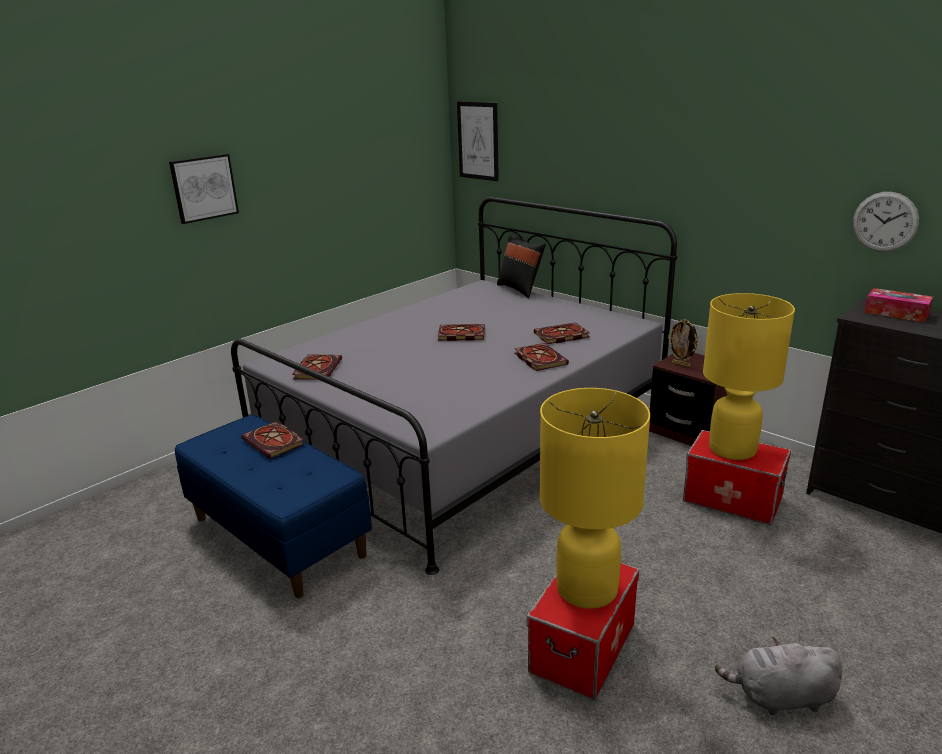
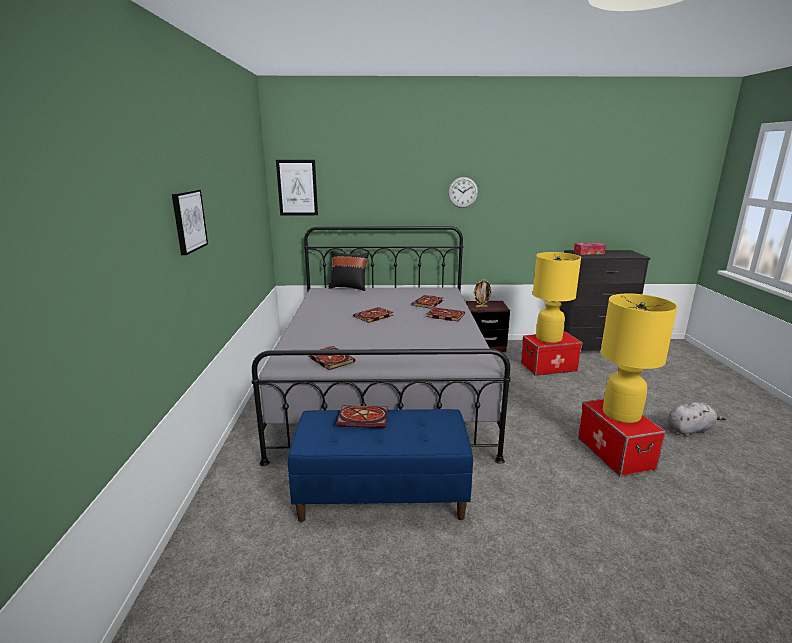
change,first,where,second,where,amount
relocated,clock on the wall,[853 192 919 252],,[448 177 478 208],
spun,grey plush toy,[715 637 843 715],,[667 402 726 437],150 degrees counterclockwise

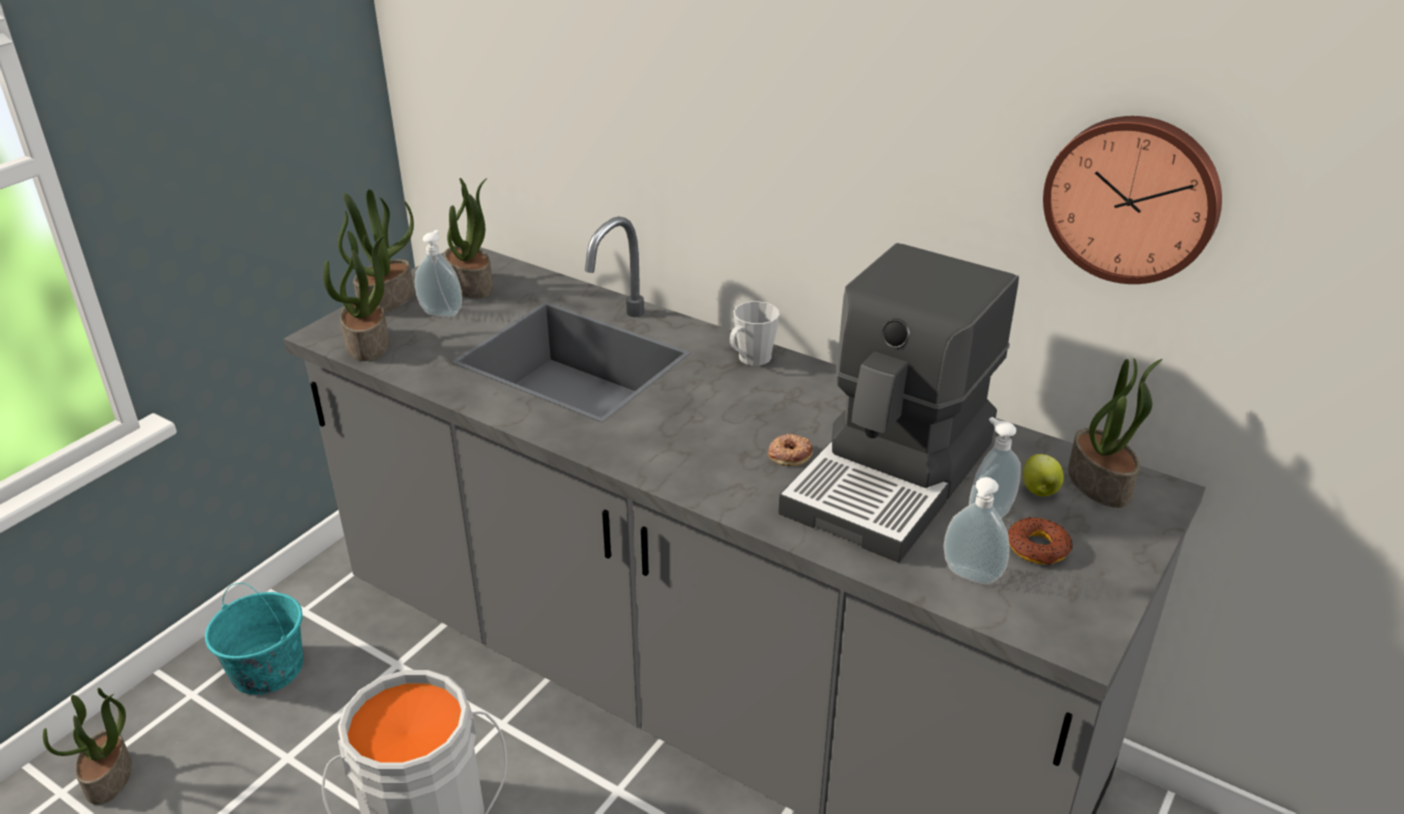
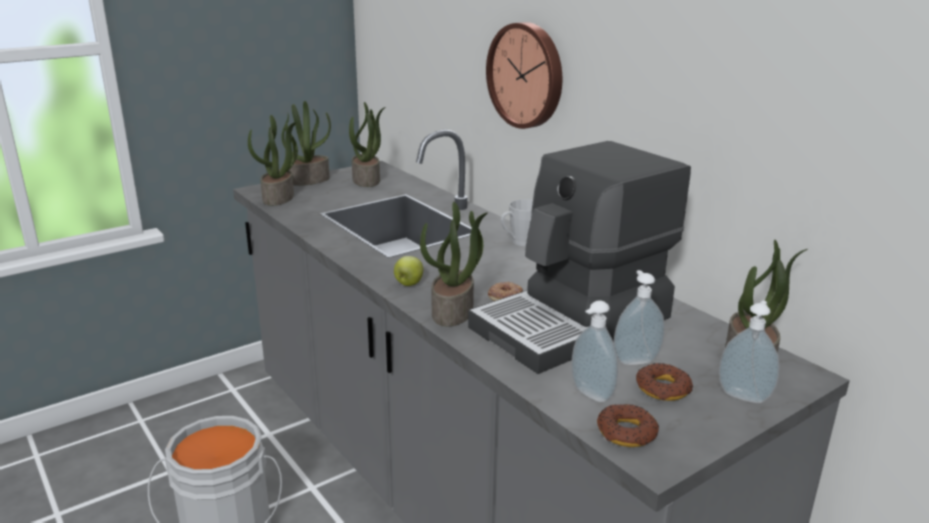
change,first,where,second,where,amount
relocated,whole apple,[1022 454 1064 496],,[394 256 424 286],
relocated,potted plant,[43 688 132 805],,[420 202 488 327],
relocated,clock on the wall,[1043 116 1222 284],,[486 22 562 129],
appeared,,,doughnut,[597 404 659 447],
relocated,soap dispenser,[415 230 462 317],,[719 300 780 403],
missing,blue-green water bucket,[205 583 303 695],,,

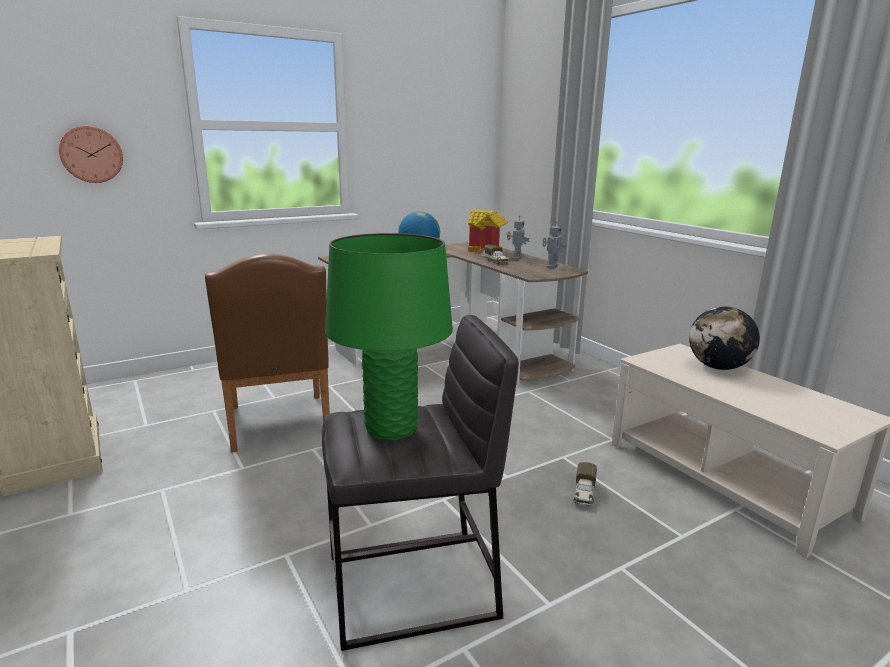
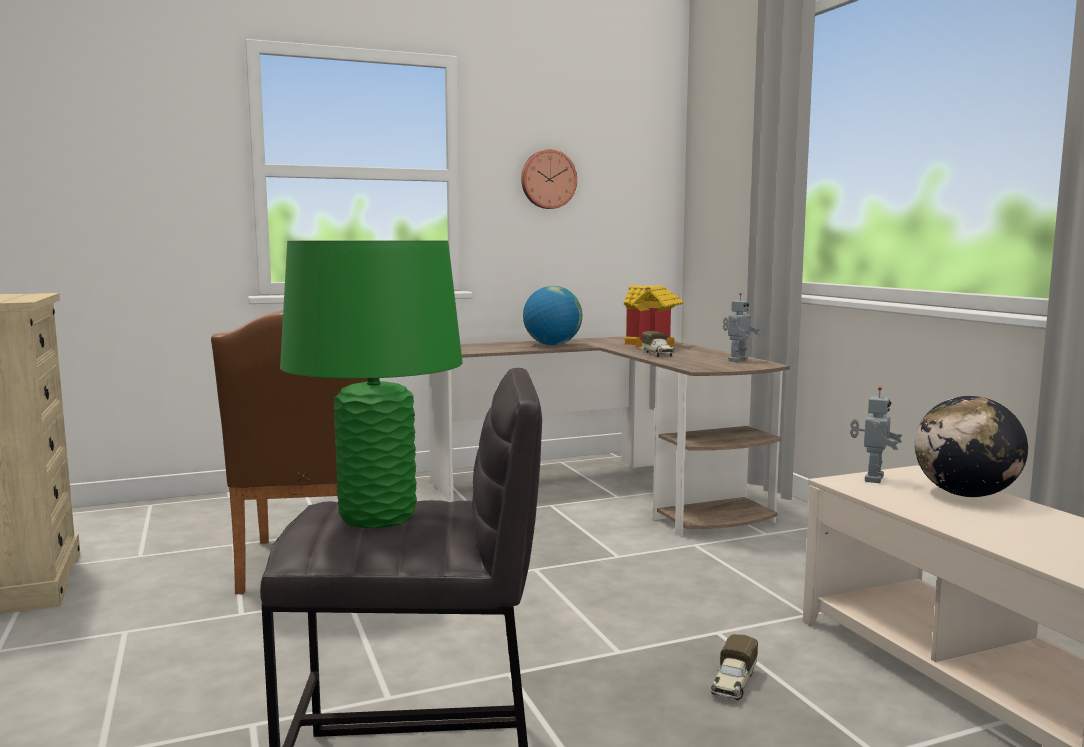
change,first,where,second,where,amount
relocated,clock on the wall,[59 126 123 183],,[521 149 577 209],
relocated,robot figure,[507 216 530 260],,[850 387 902 483],

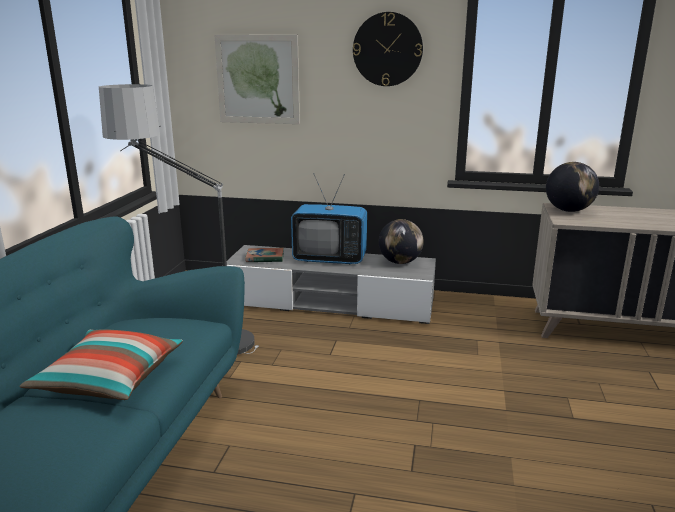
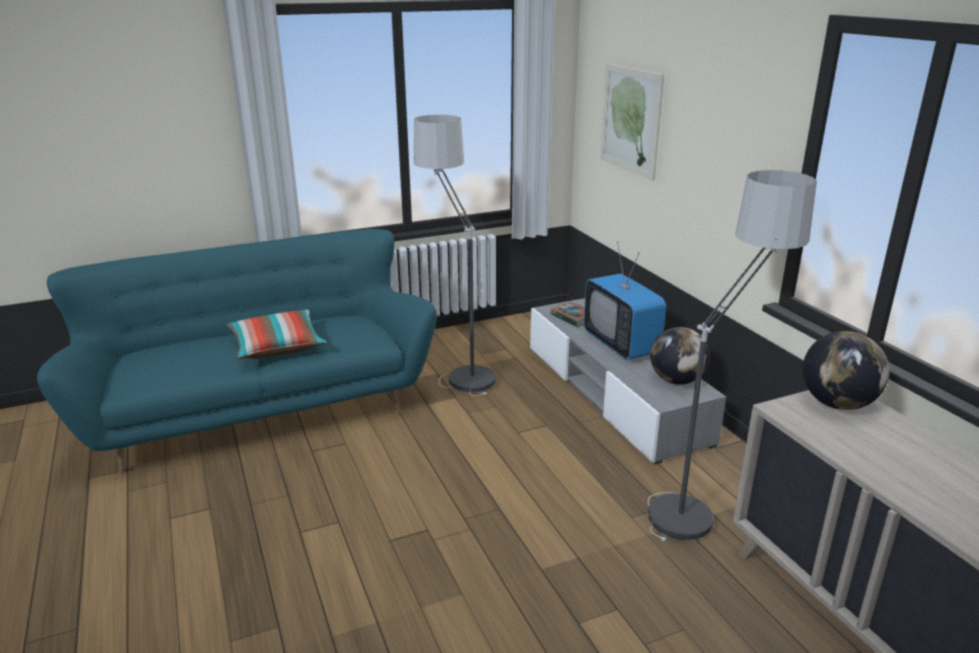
change,first,where,second,where,amount
appeared,,,floor lamp,[648 170 817 542],
missing,clock on the wall,[353 12 423 86],,,

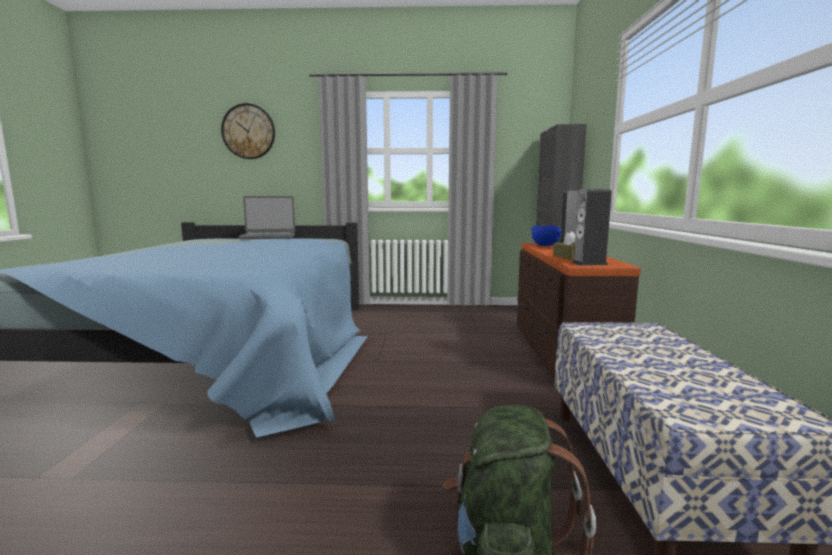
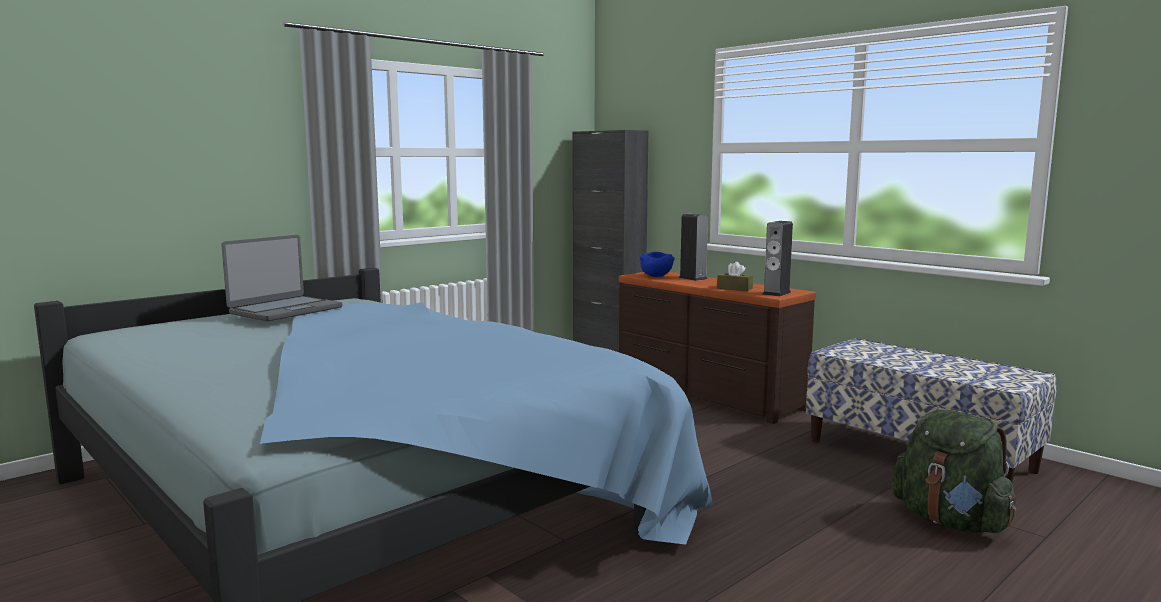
change,first,where,second,where,amount
missing,clock on the wall,[221 103 275 159],,,

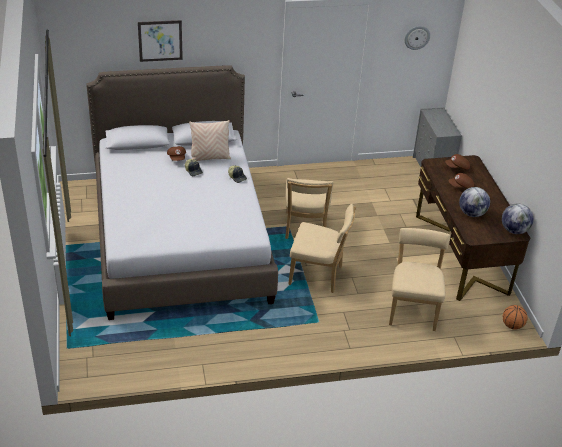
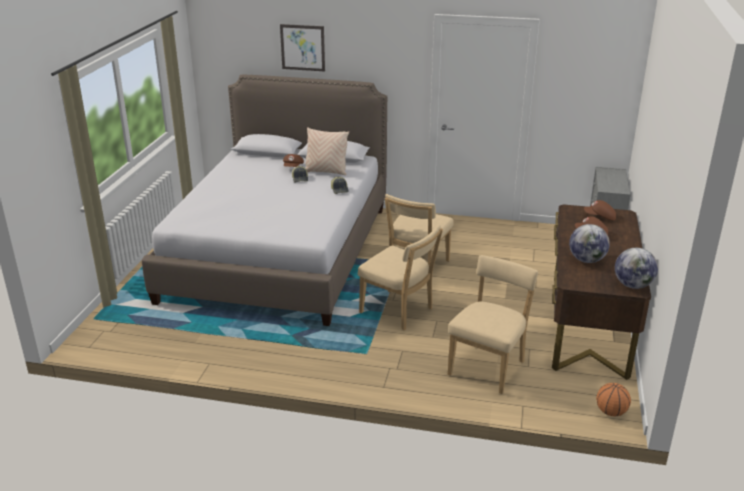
change,first,where,second,where,amount
missing,clock on the wall,[405 26 430 50],,,

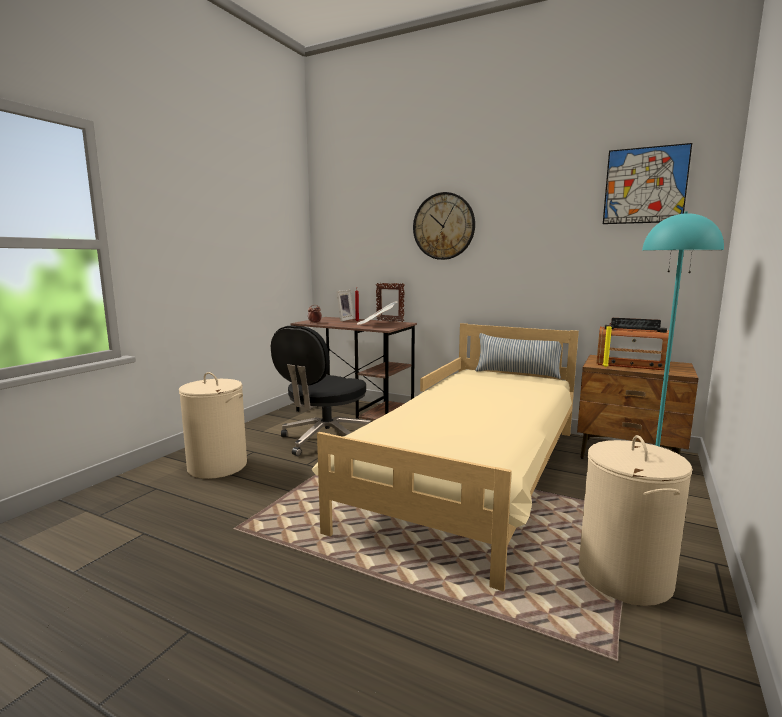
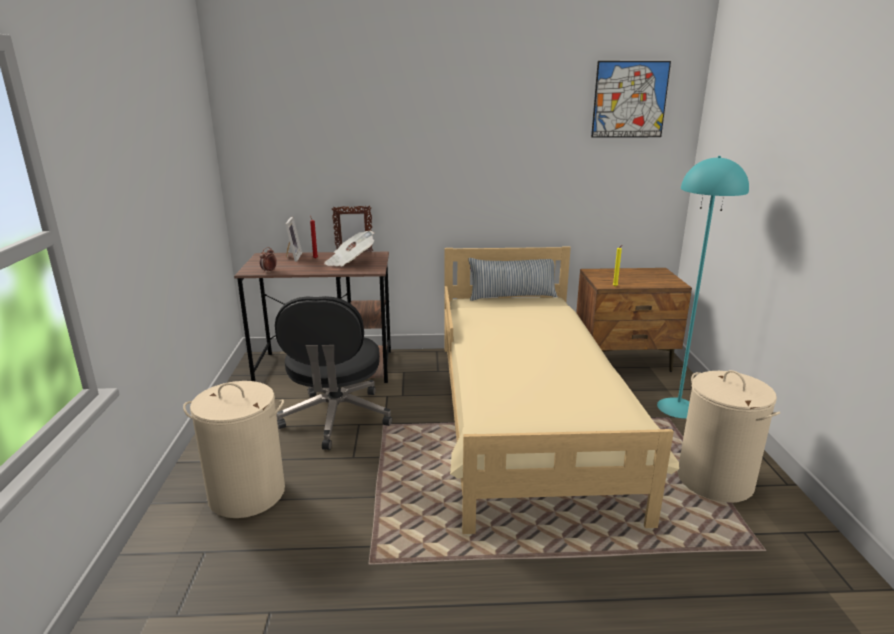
change,first,where,second,where,amount
missing,clock on the wall,[413 192 475 260],,,
missing,radio,[596 318 669 370],,,

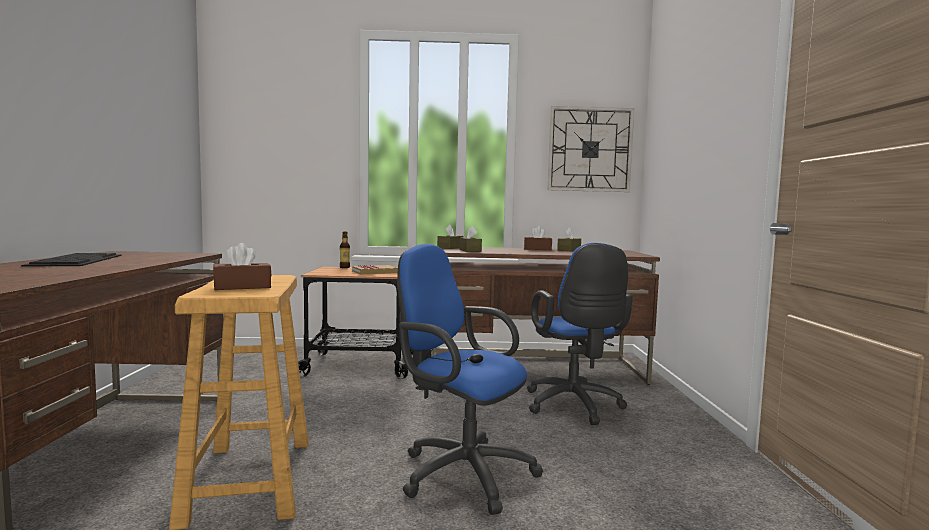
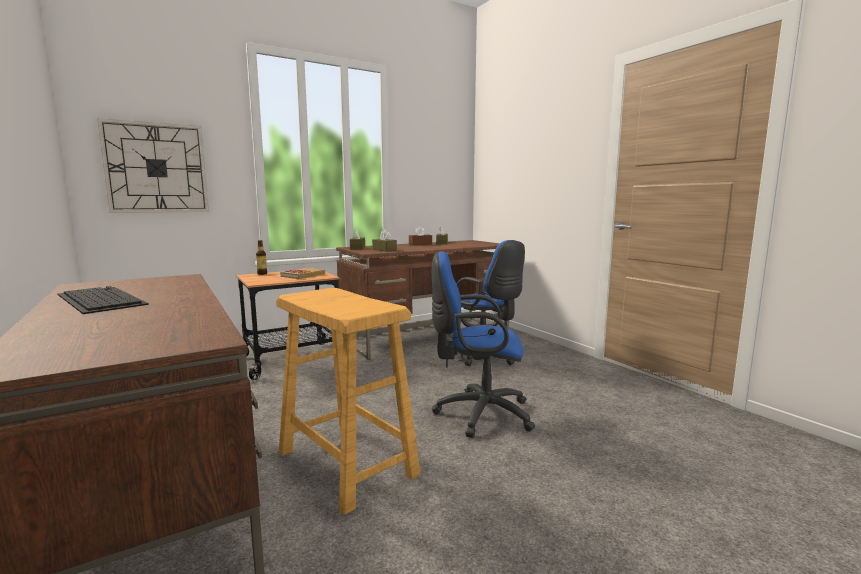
change,first,where,second,where,amount
relocated,clock on the wall,[548 106 634 192],,[97 118 209 213],
missing,brownish box of tissues,[213 243 271 290],,,

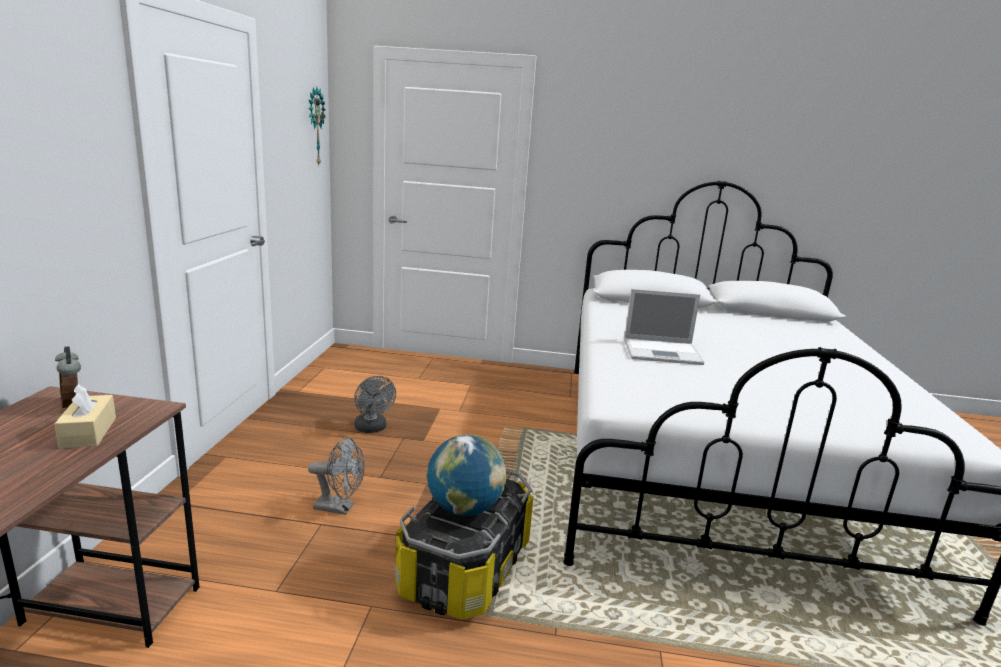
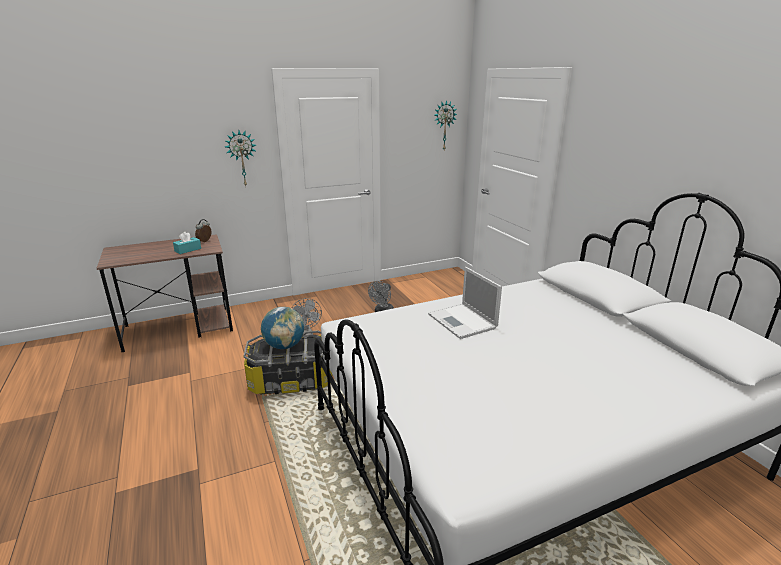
change,first,where,second,where,amount
colour,beige box of tissues,[54 384 116 449],blue-green box of tissues,[173 232 201 254],
appeared,,,clock on the wall,[224 131 256 186],

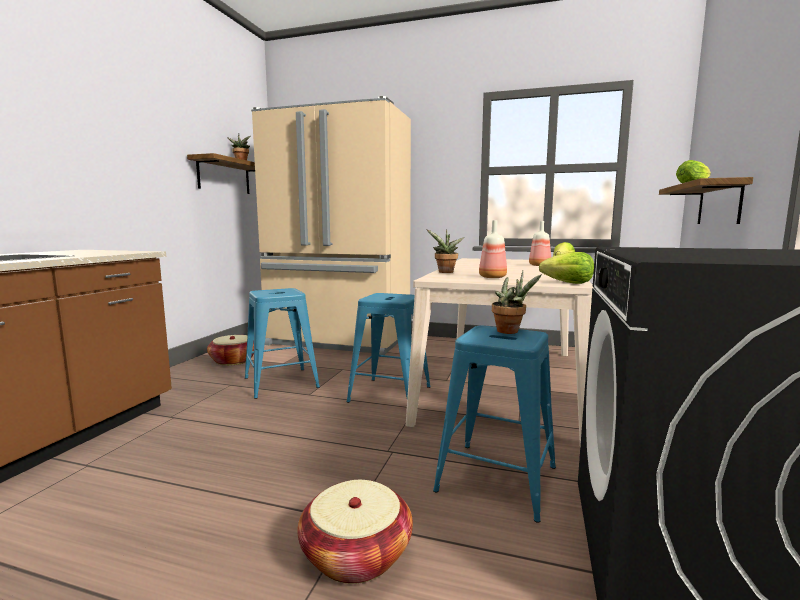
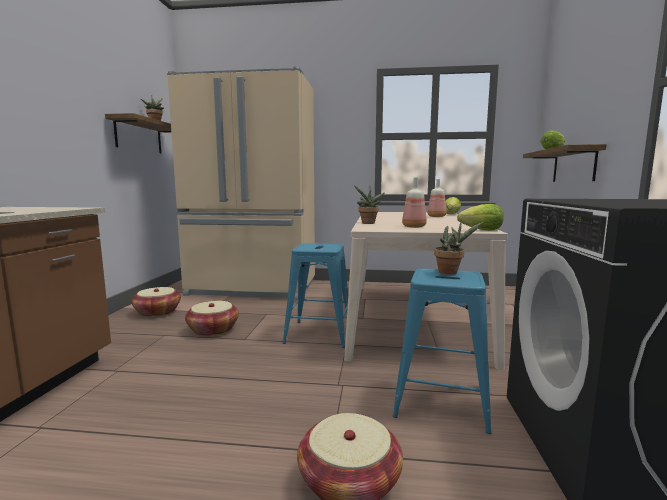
change,first,where,second,where,amount
exchanged,blue stool seat,[245 288 320 399],household basket,[185 301 239 336],

